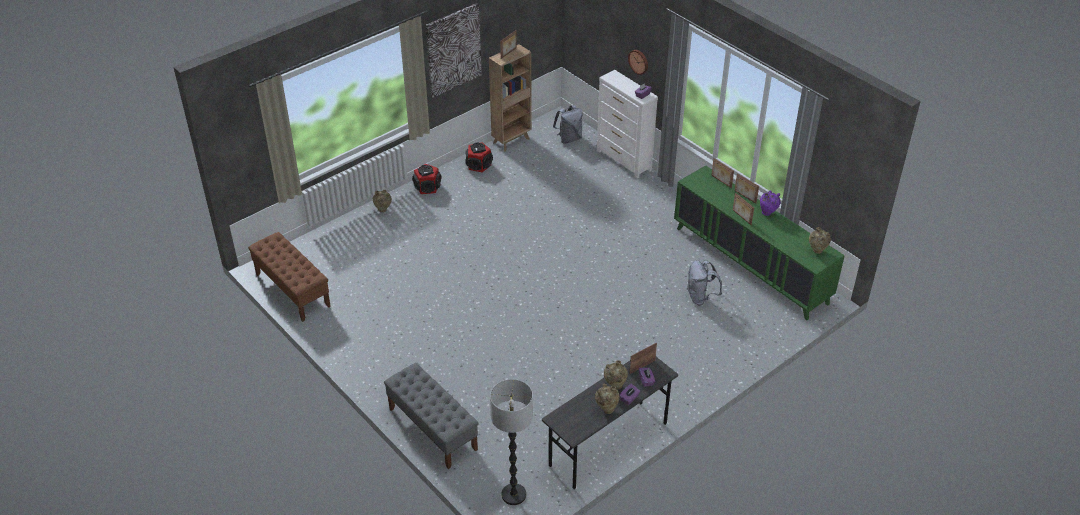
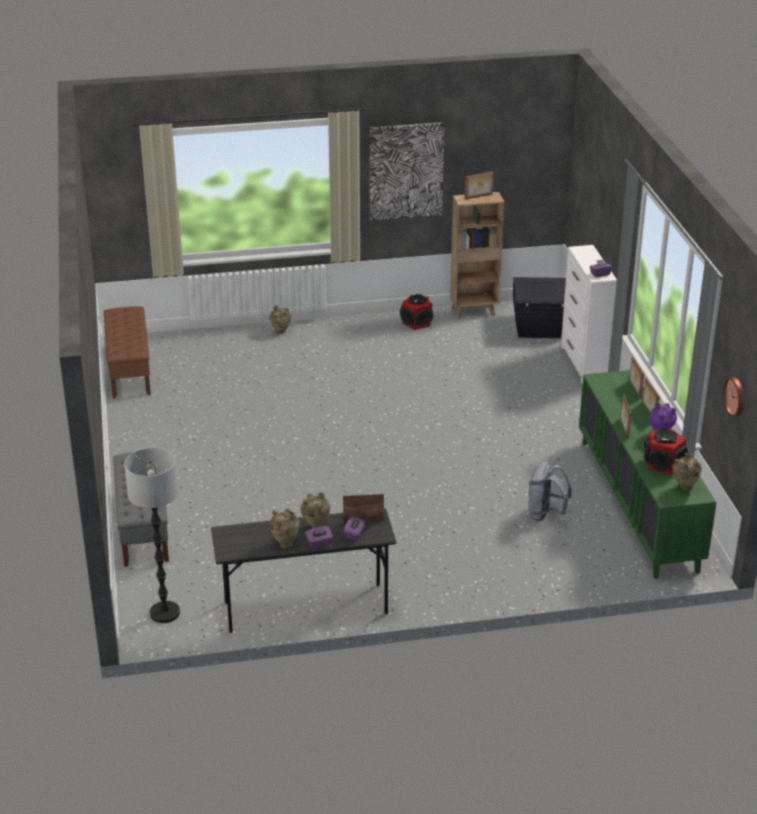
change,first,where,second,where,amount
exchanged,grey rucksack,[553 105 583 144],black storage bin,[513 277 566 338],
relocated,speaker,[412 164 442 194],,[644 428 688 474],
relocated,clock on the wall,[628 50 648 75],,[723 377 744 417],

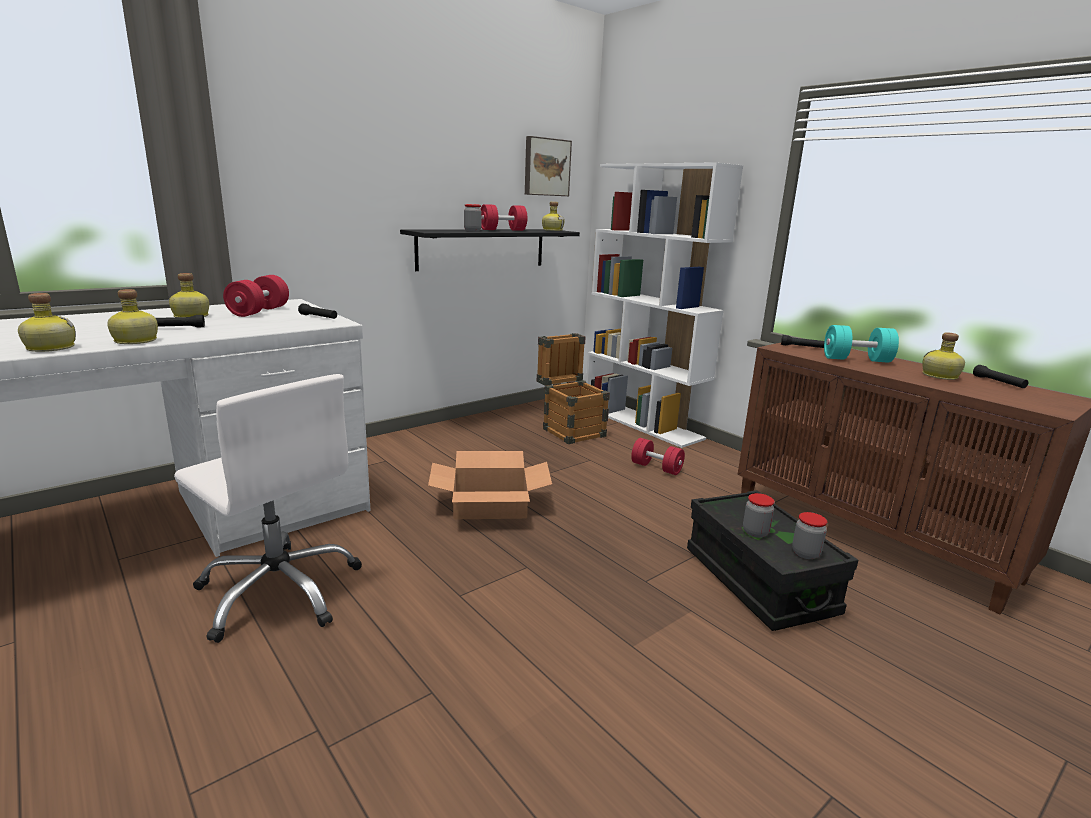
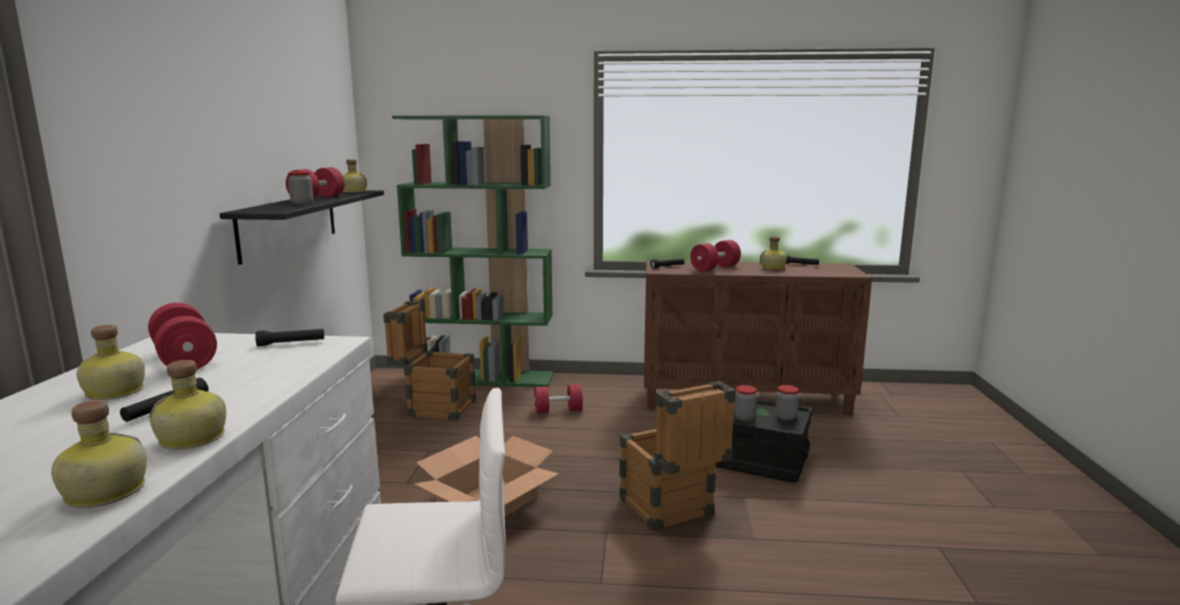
change,first,where,second,where,amount
colour,white-coloured bookcase,[586 162 743 448],green-coloured bookcase,[392 115 553 387],
appeared,,,shipping crate,[619 381 736 531],
colour,blue-green dumbbell,[824 325 899 363],reddish dumbbell,[690 240 741 271],
missing,wall art,[525 136 572 196],,,

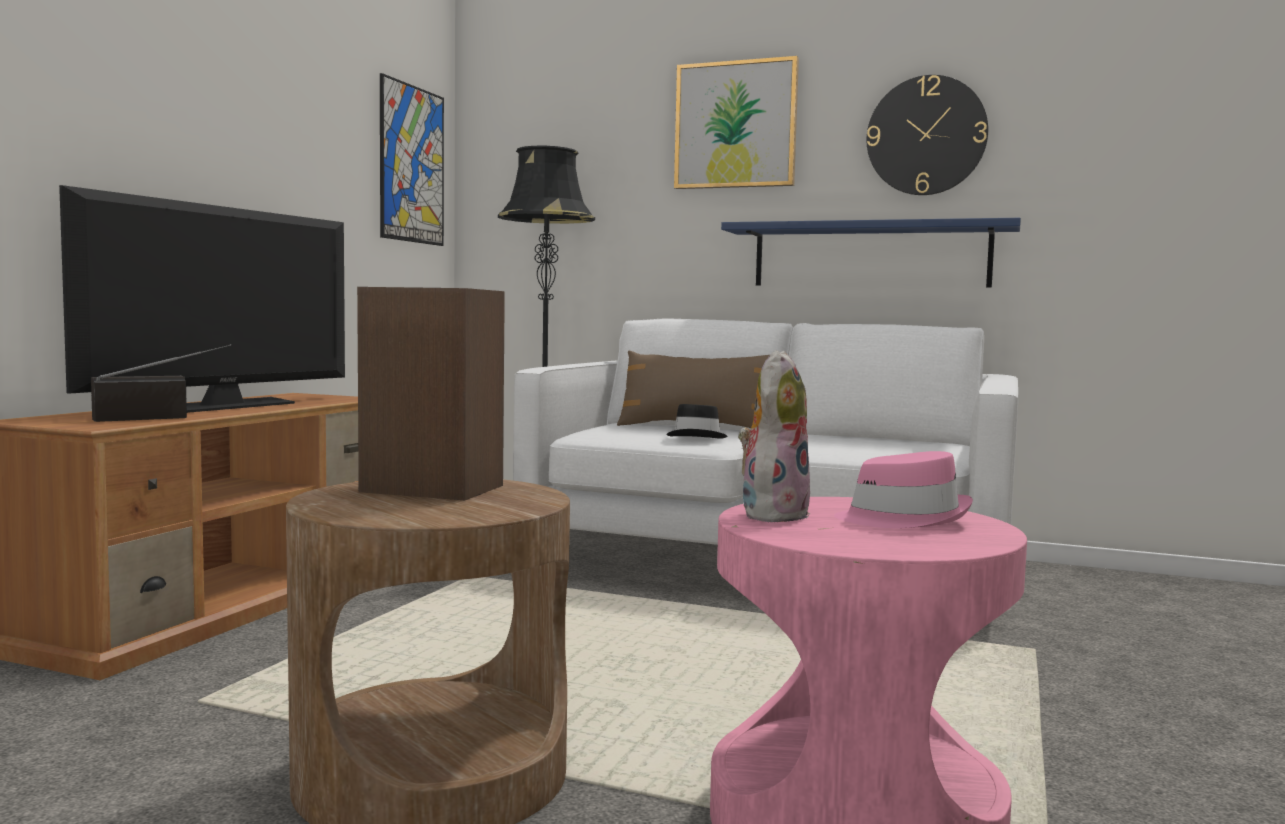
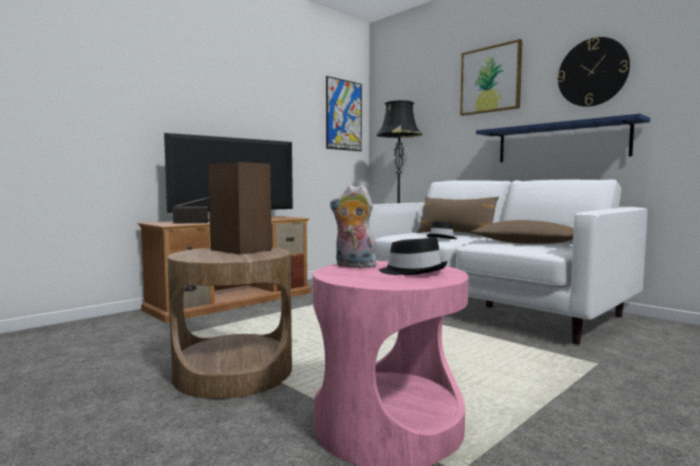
change,first,where,second,where,amount
spun,plush toy,[738 350 810 523],,[330 185 381 268],120 degrees counterclockwise
colour,pink wearable hat,[834 451 973 528],black wearable hat,[379 237 448 275],
appeared,,,brownish pillow,[471 220 574 244],

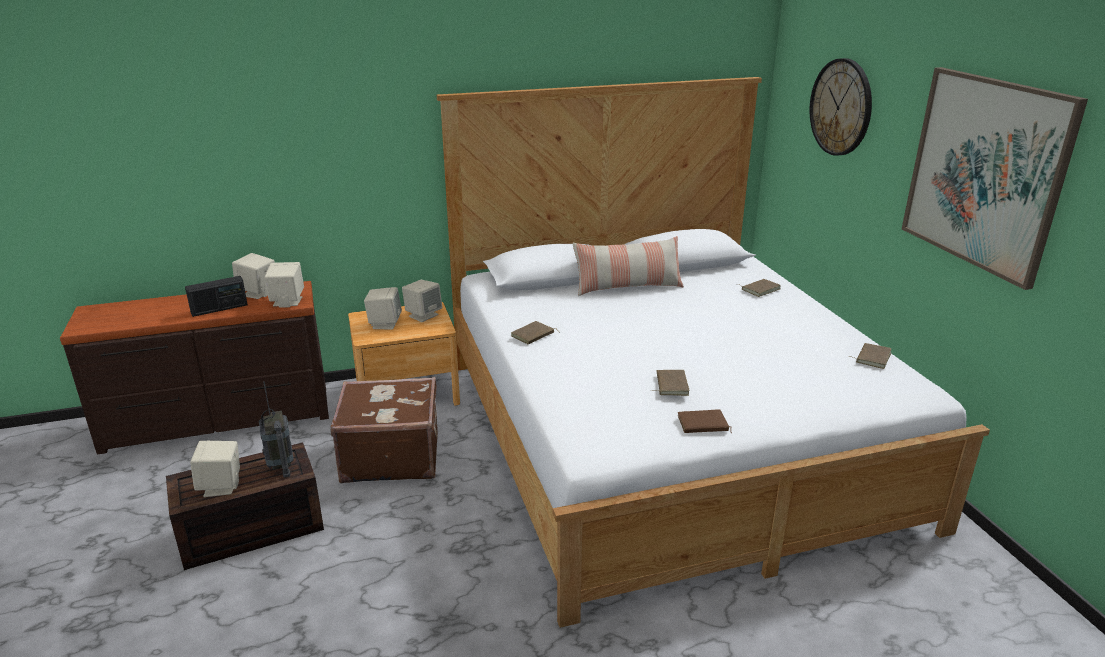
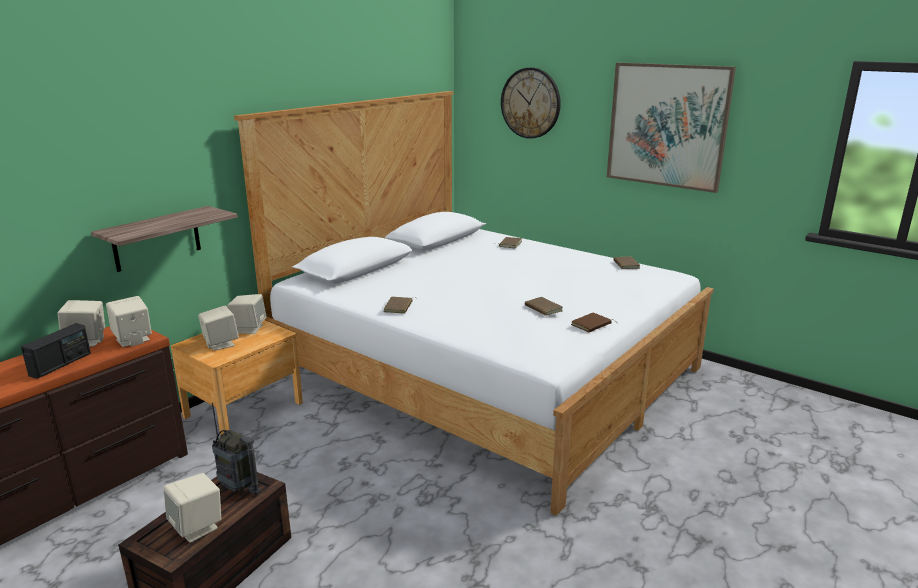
change,first,where,second,where,amount
appeared,,,shelf,[91 206 238 272],
missing,brownish travel case,[330 377 438 484],,,
missing,pillow,[572 236 684 296],,,

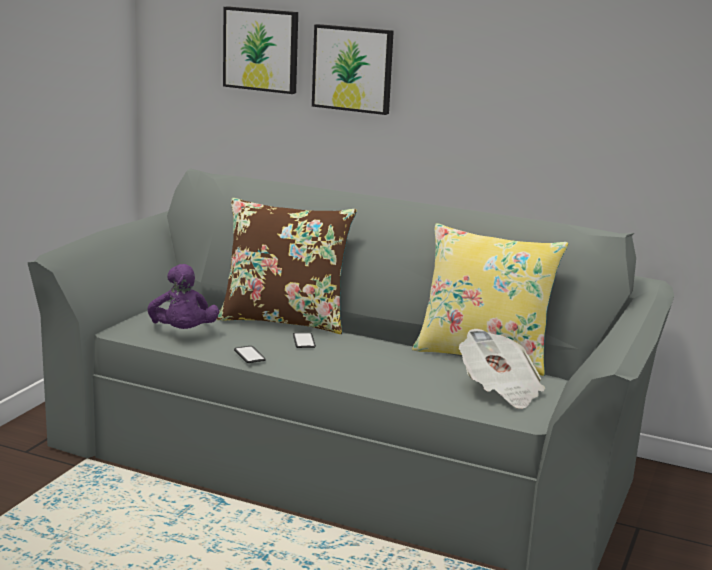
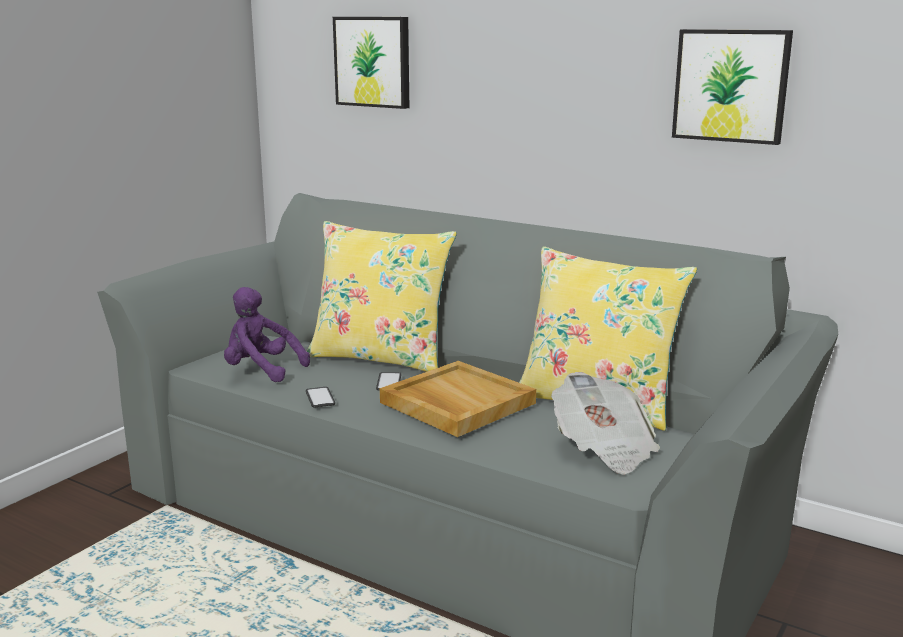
change,first,where,second,where,amount
spun,purple plush toy,[148 264 219 329],,[224 287 310 382],120 degrees clockwise
colour,brownish pillow,[217 198 357 334],yellow pillow,[307 221 457 372],
appeared,,,beige tray,[380 361 536 437],
relocated,wall art,[312 24 394 115],,[672 29 793 145],

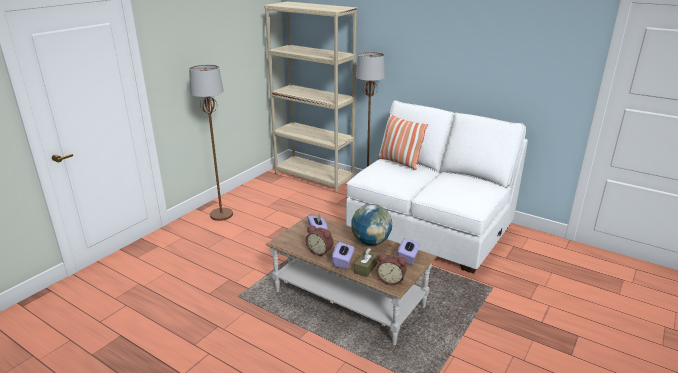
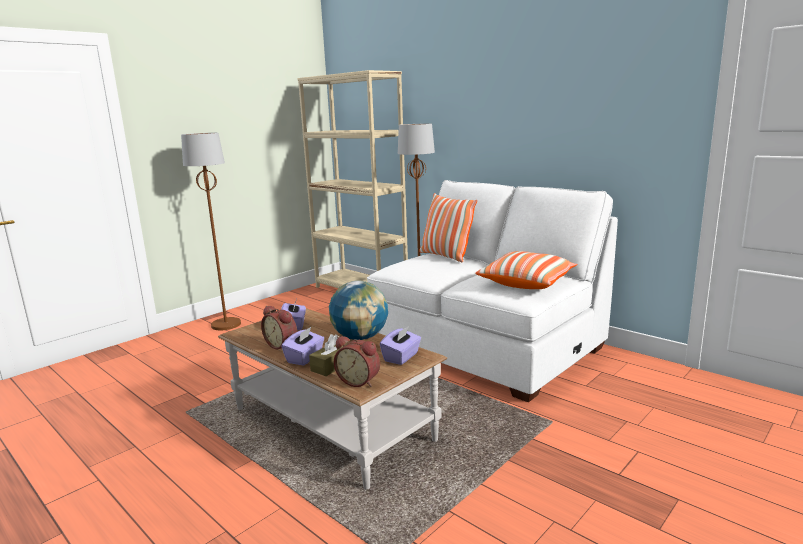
change,first,where,second,where,amount
appeared,,,pillow,[475 251 577 289],

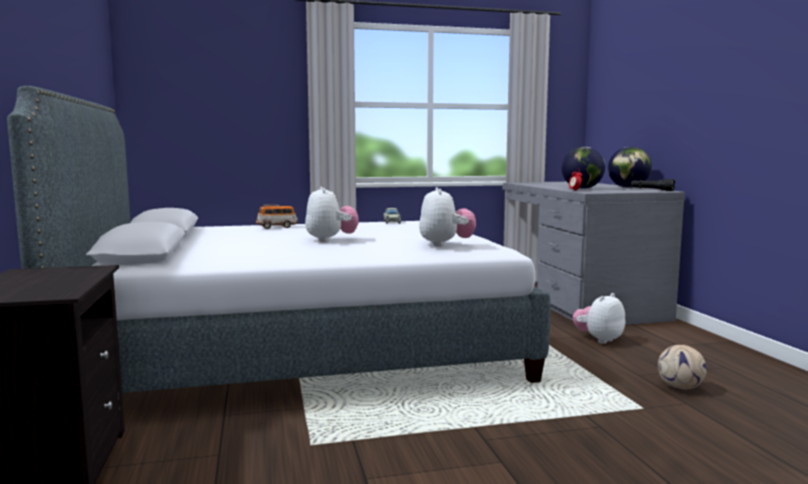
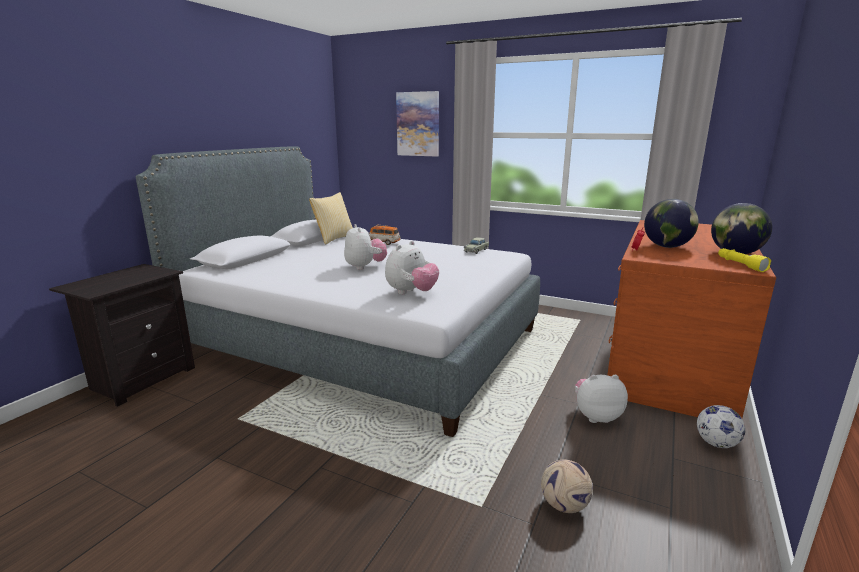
change,first,where,second,where,amount
appeared,,,pillow,[309 192 353 245],
spun,plush toy,[305 186 359 242],,[344 224 387 270],45 degrees counterclockwise
appeared,,,wall art,[396 91 439 157],
colour,grey desk,[502 182 685 325],brownish desk,[607 220 776 418],
appeared,,,football,[697 405 745 448],
colour,black hand torch,[631 179 675 191],yellow hand torch,[718 248 771 272],

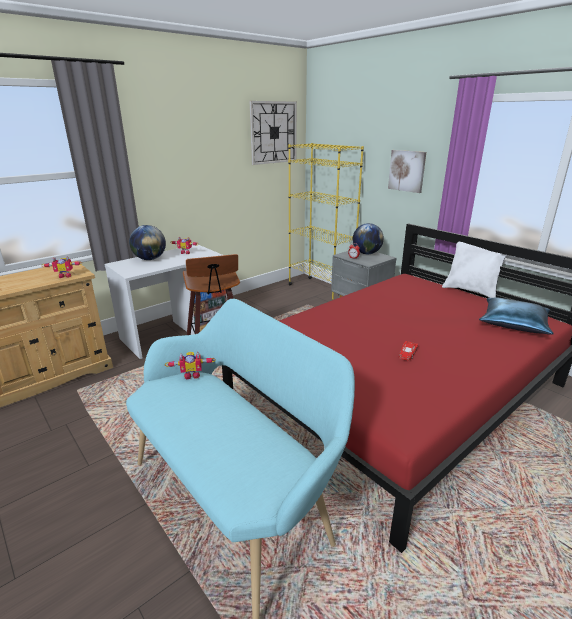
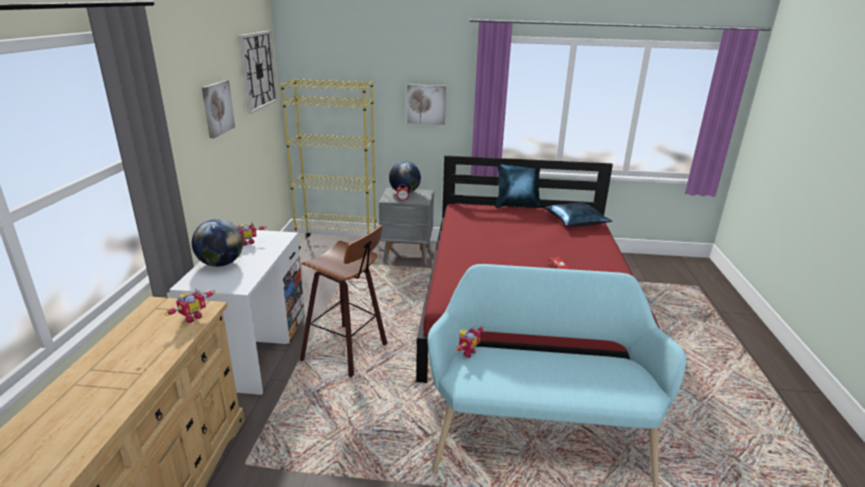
change,first,where,second,where,amount
appeared,,,wall art,[202 80 235 138],
colour,white-coloured pillow,[442 242 506 298],blue pillow,[495 164 542 208],

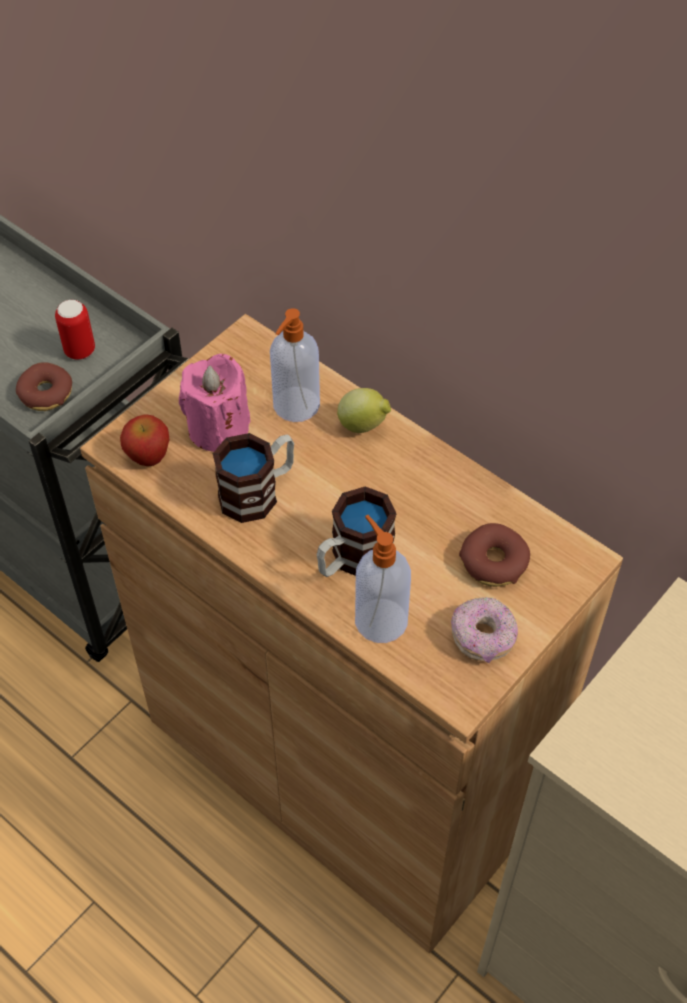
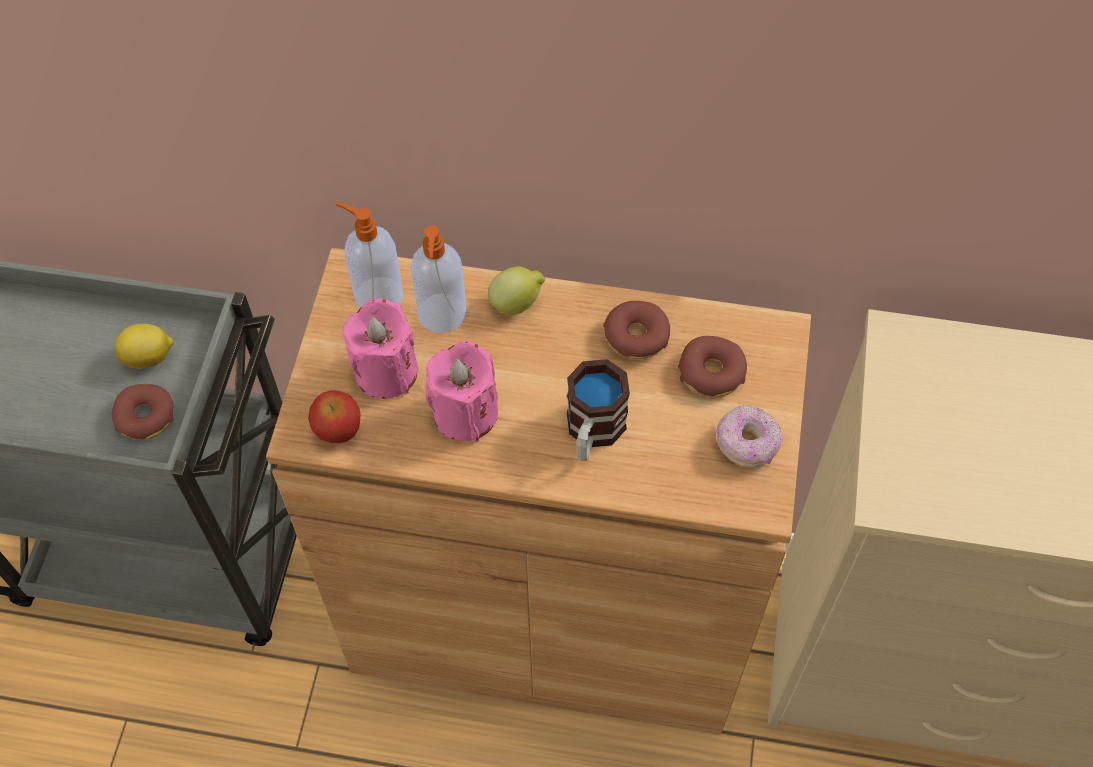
change,first,where,second,where,amount
exchanged,can,[55 300 95 360],citrus fruit,[115 324 174 369],
relocated,soap dispenser,[355 515 411 643],,[336 202 403 309],
exchanged,tea mug,[213 433 294 523],pink wax light,[425 341 498 442],
appeared,,,doughnut,[603 301 670 359],

